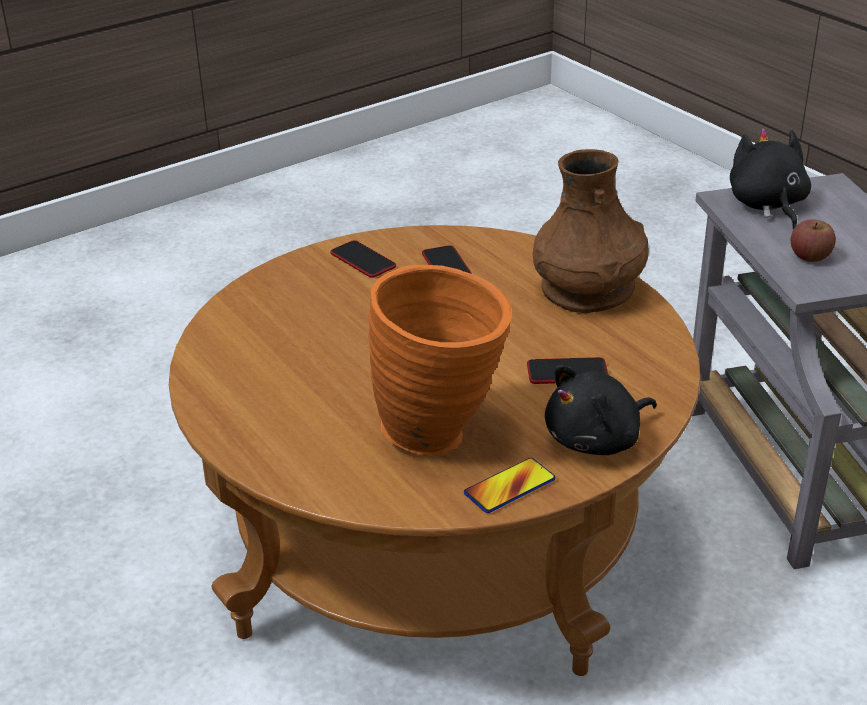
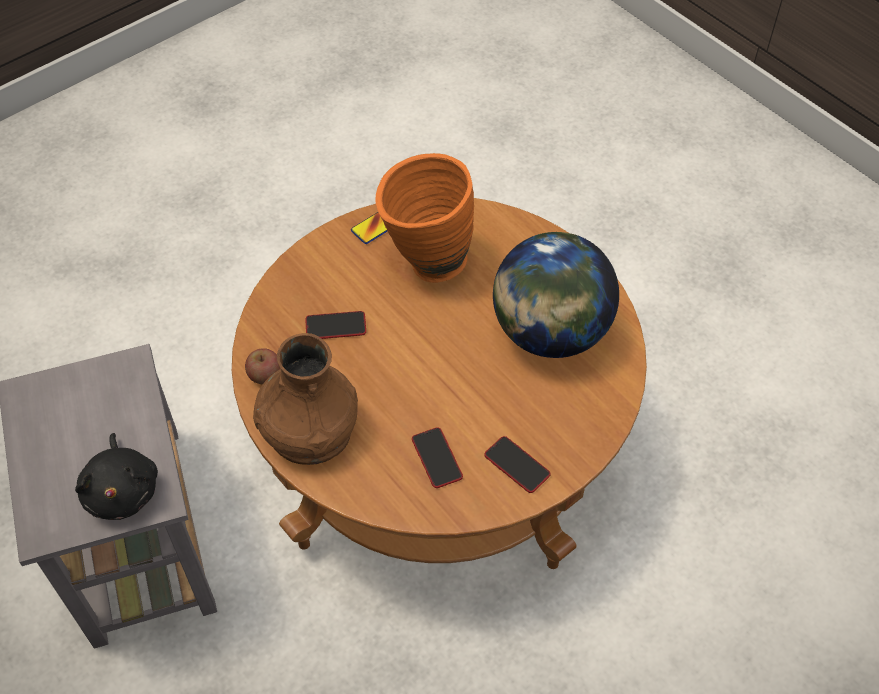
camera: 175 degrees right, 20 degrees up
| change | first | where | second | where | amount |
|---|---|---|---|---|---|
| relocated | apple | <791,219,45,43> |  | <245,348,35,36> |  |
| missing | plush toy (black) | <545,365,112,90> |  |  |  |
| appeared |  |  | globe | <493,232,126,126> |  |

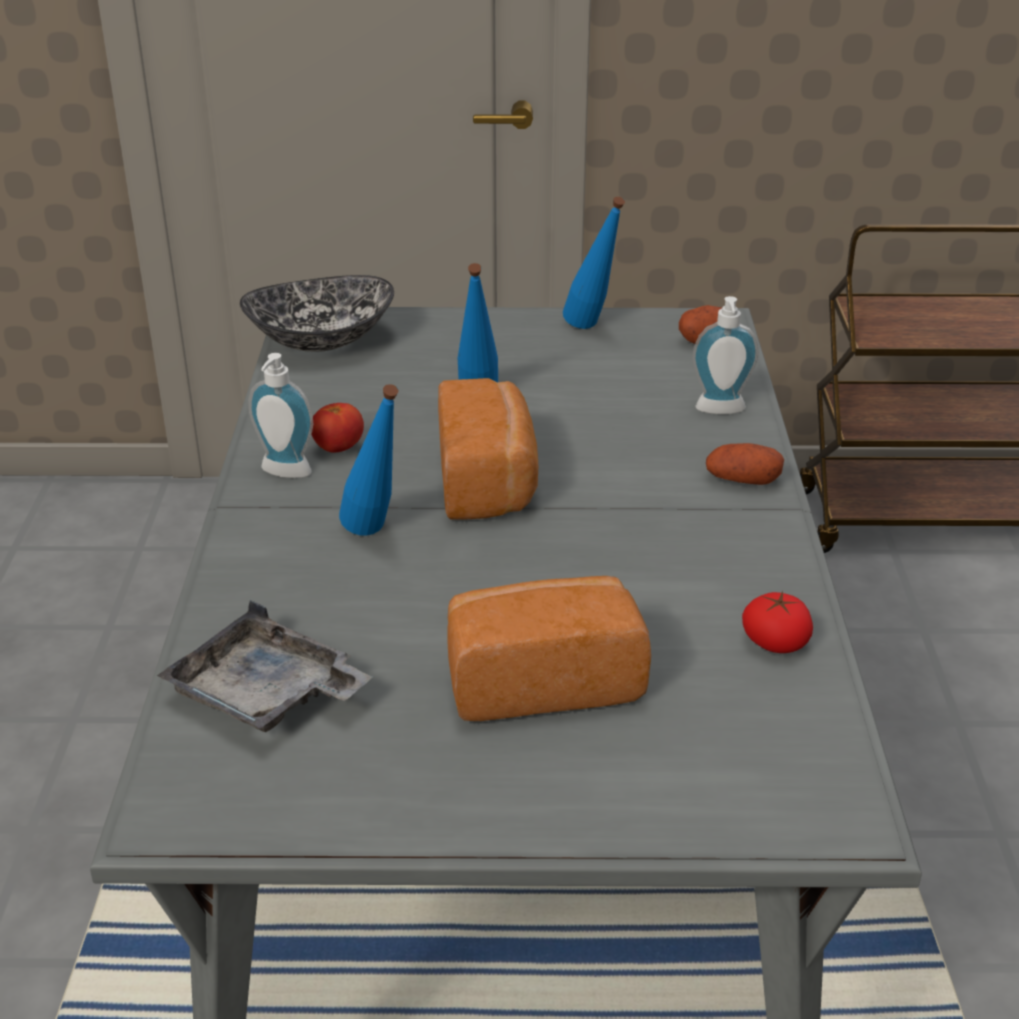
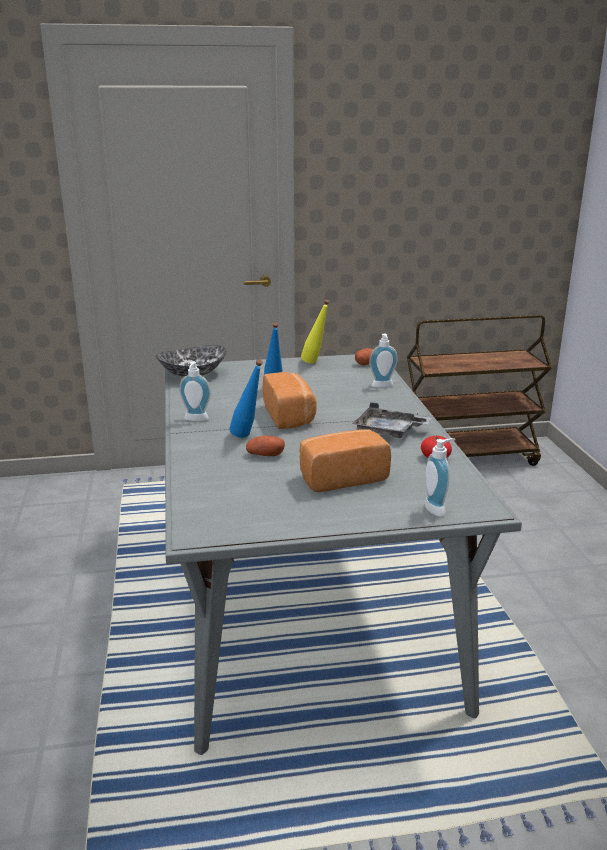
camera: 10 degrees left, 10 degrees down
| change | first | where | second | where | amount |
|---|---|---|---|---|---|
| colour | bottle (blue) | <563,197,62,132> | bottle (yellow) | <301,300,29,64> |  |
| missing | tomato | <311,403,53,50> |  |  |  |
| relocated | potato | <706,443,78,42> |  | <246,435,39,21> |  |
| relocated | tray (grey) | <157,600,215,132> |  | <352,402,80,36> |  |
| appeared |  |  | soap dispenser | <425,438,30,79> |  |

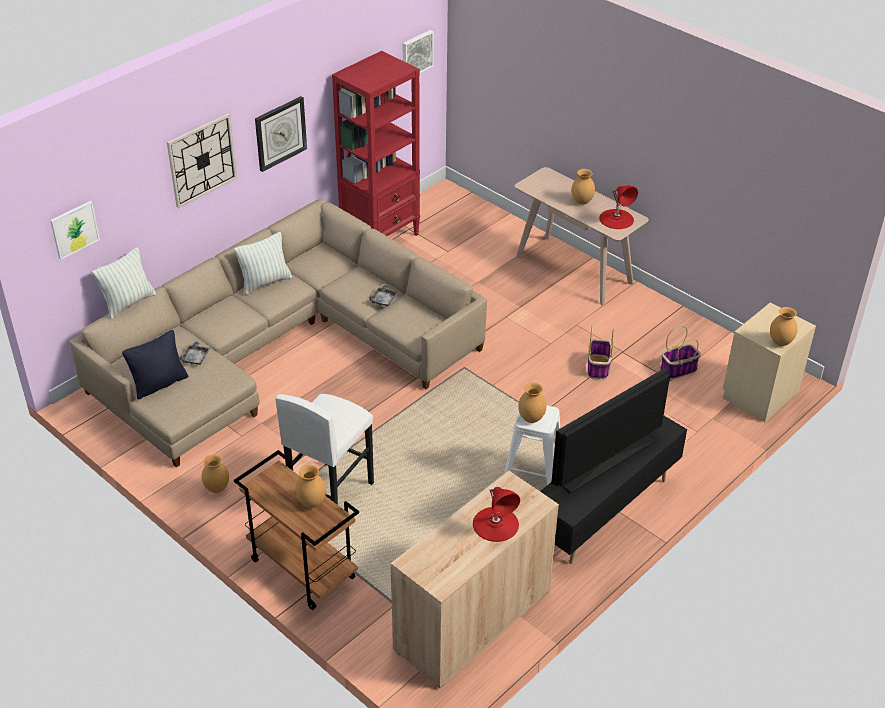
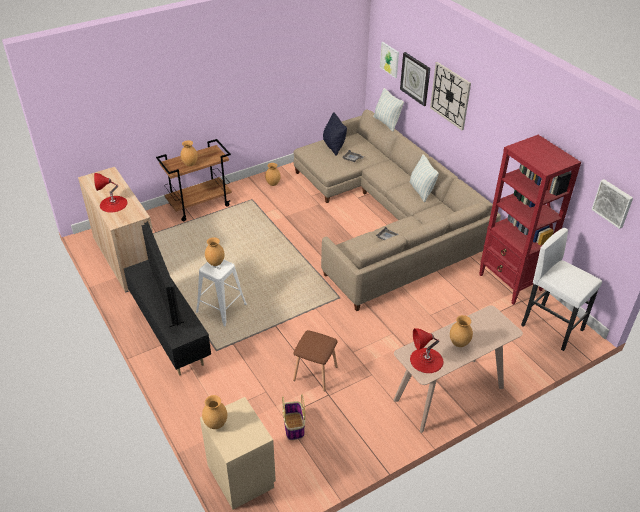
camera: 105 degrees right, 0 degrees up
| change | first | where | second | where | amount |
|---|---|---|---|---|---|
| relocated | wall clock | <255,96,52,76> |  | <400,52,30,54> |  |
| exchanged | basket | <588,326,26,53> | stool (brown) | <293,330,45,61> |  |
| relocated | stool (white) | <275,394,99,111> |  | <521,228,81,123> |  |

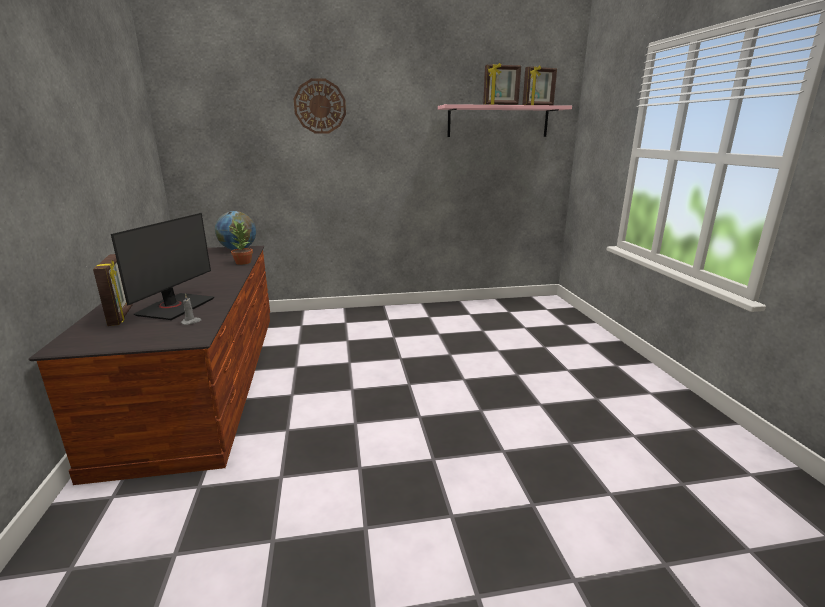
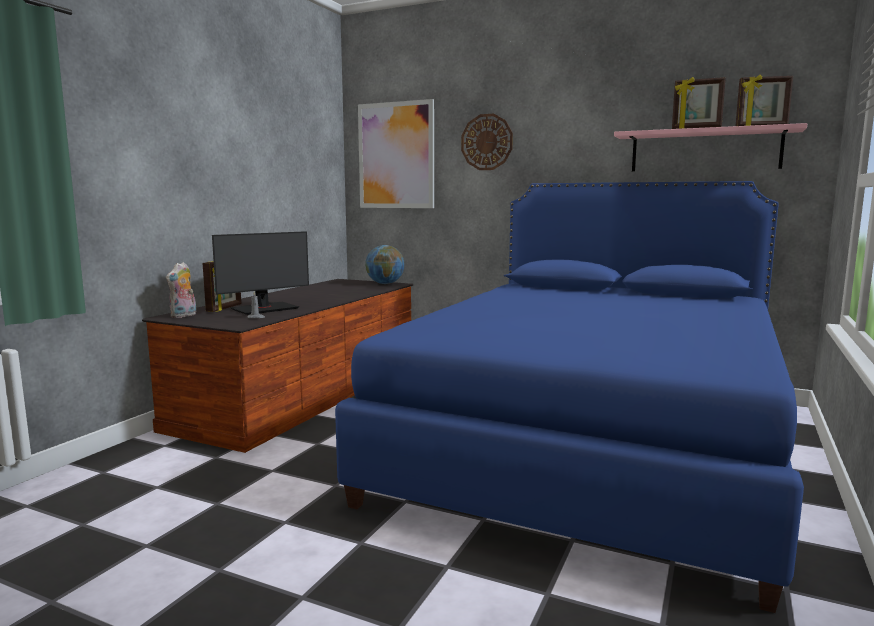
camera: 35 degrees right, 10 degrees down
| change | first | where | second | where | amount |
|---|---|---|---|---|---|
| missing | potted plant | <229,220,24,45> |  |  |  |
| appeared |  |  | picture | <358,99,76,109> |  |
| appeared |  |  | bed (blue) | <335,181,469,432> |  |
| appeared |  |  | plush toy | <166,262,30,56> |  |

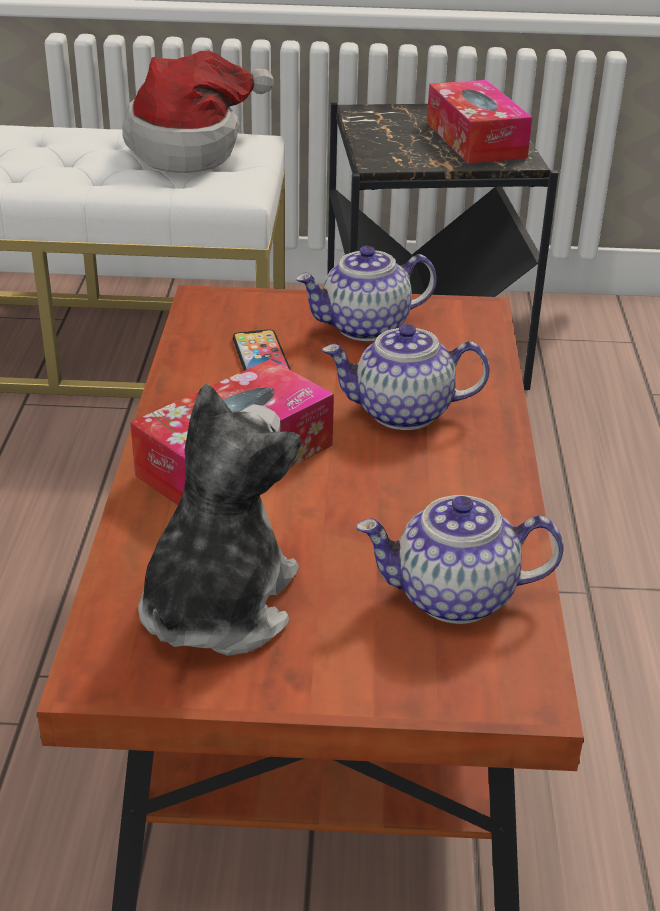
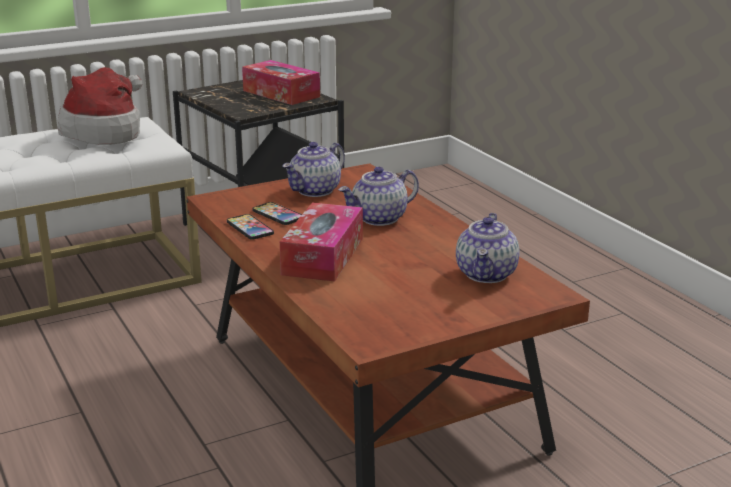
camera: 30 degrees left, 10 degrees down
| change | first | where | second | where | amount |
|---|---|---|---|---|---|
| missing | plush toy | <138,384,163,272> |  |  |  |
| spun | teapot | <356,495,208,129> |  | <456,213,63,70> | 45 degrees counterclockwise |
| appeared |  |  | phone | <227,214,47,26> |  |

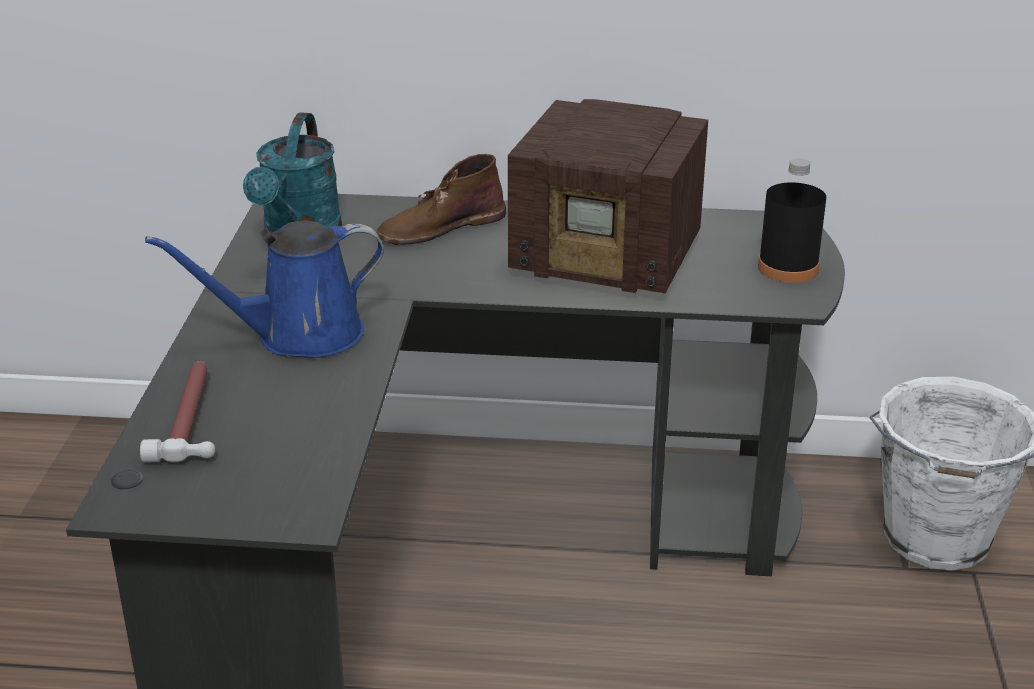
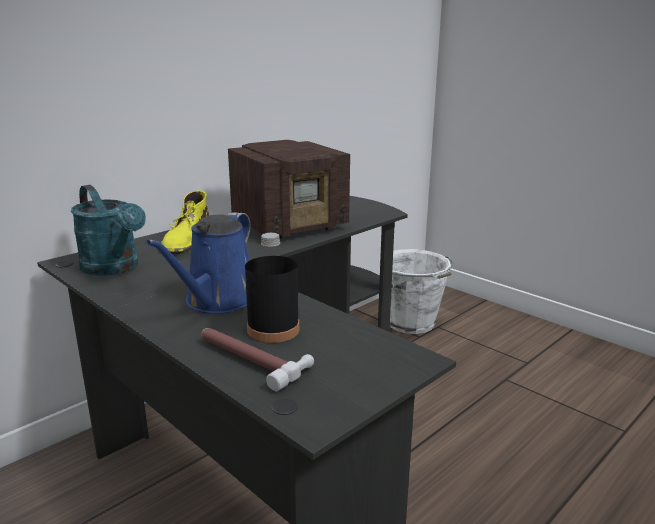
camera: 50 degrees left, 10 degrees down
| change | first | where | second | where | amount |
|---|---|---|---|---|---|
| colour | boot (brown) | <376,154,130,91> | boot (yellow) | <161,191,48,63> |  |
| relocated | bottle (black) | <758,158,68,125> |  | <245,233,54,110> |  |

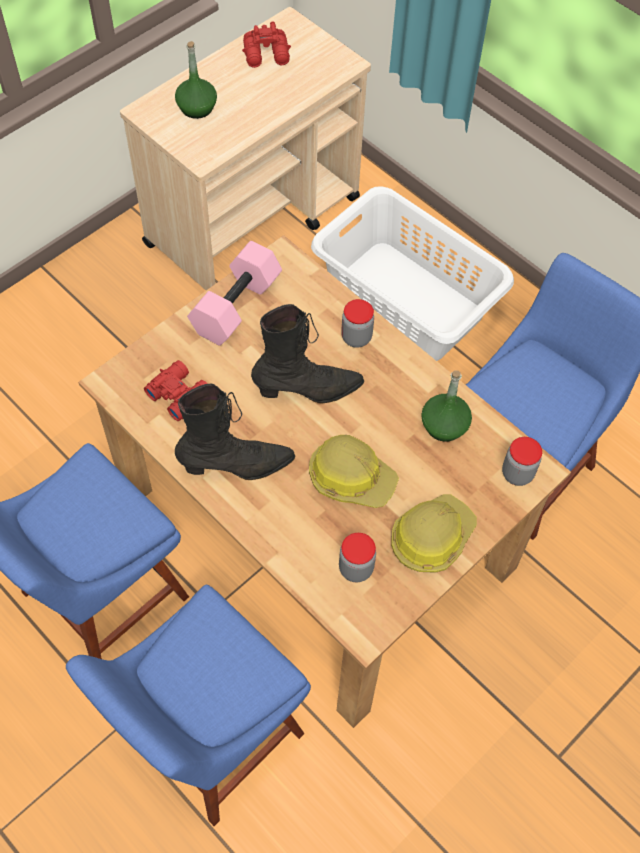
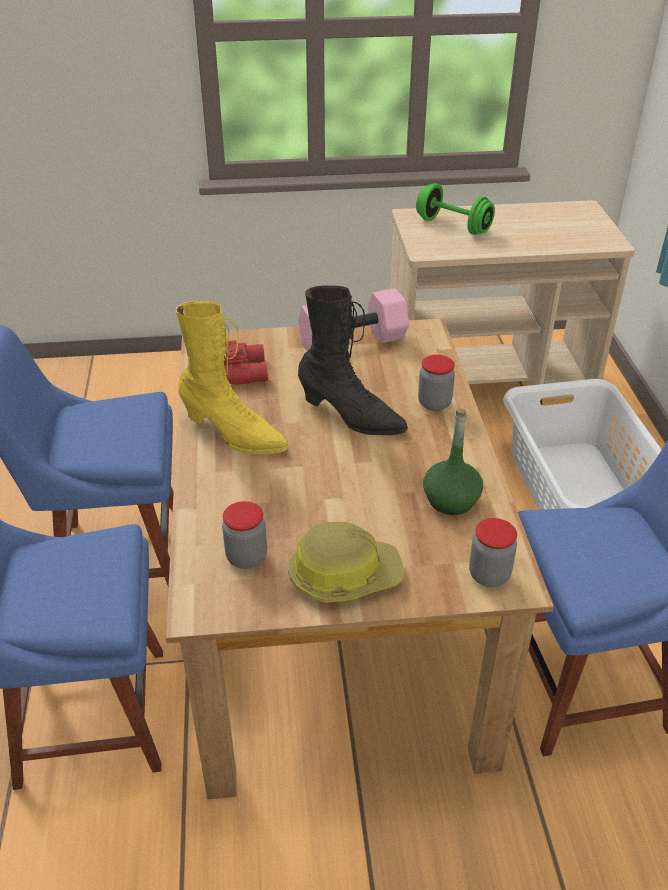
camera: 40 degrees right, 20 degrees down
| change | first | where | second | where | amount |
|---|---|---|---|---|---|
| missing | binoculars (red) | <242,21,49,47> |  |  |  |
| exchanged | bottle (green) | <175,41,42,78> | dumbbell (green) | <416,183,79,52> |  |
| colour | boot (black) | <175,384,120,96> | boot (yellow) | <176,301,112,153> |  |
| missing | hard hat | <309,435,90,73> |  |  |  |

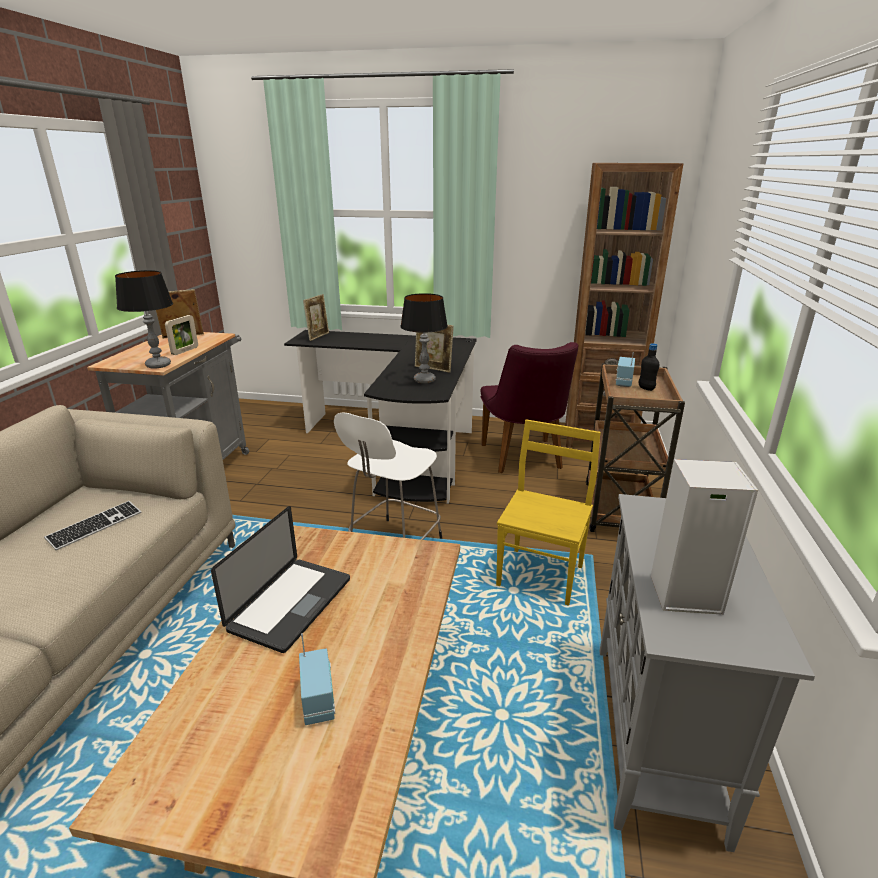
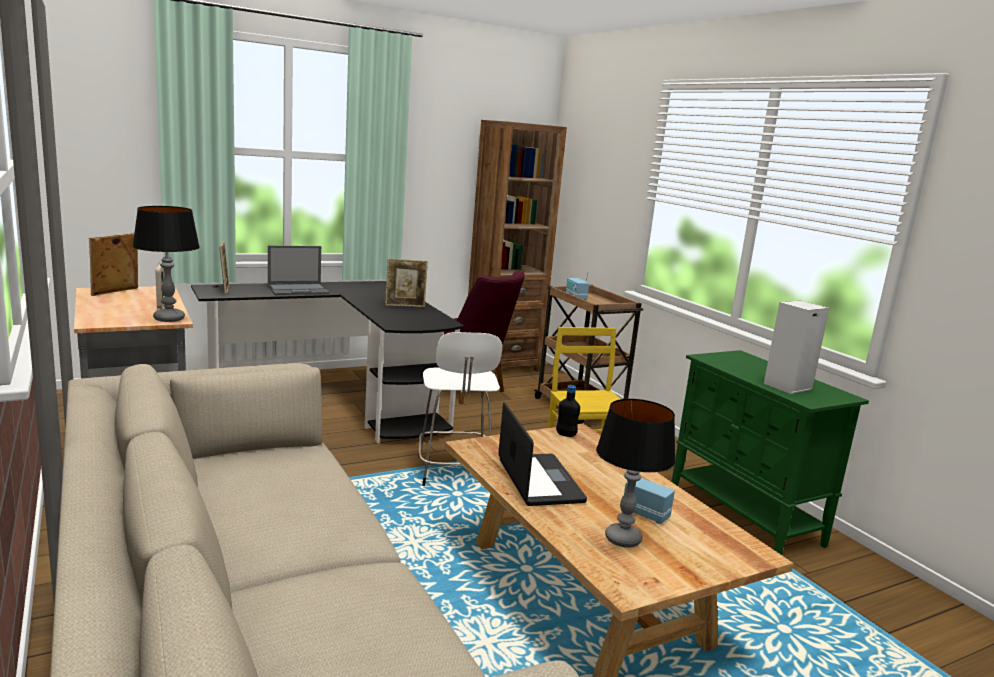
camera: 40 degrees left, 10 degrees down
| change | first | where | second | where | amount |
|---|---|---|---|---|---|
| relocated | table lamp | <400,293,48,91> |  | <596,399,80,149> |  |
| relocated | bottle (black) | <639,343,20,48> |  | <556,385,24,52> |  |
| colour | cabinet (grey) | <600,494,215,358> | cabinet (green) | <672,350,197,205> |  |
| missing | keyboard | <44,501,97,49> |  |  |  |
| appeared |  |  | laptop | <268,246,62,49> |  |

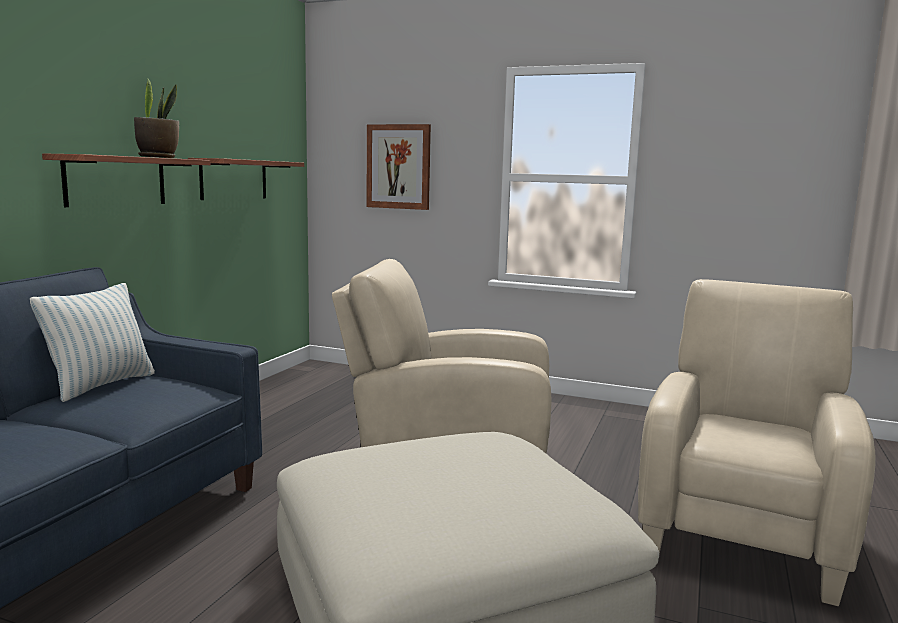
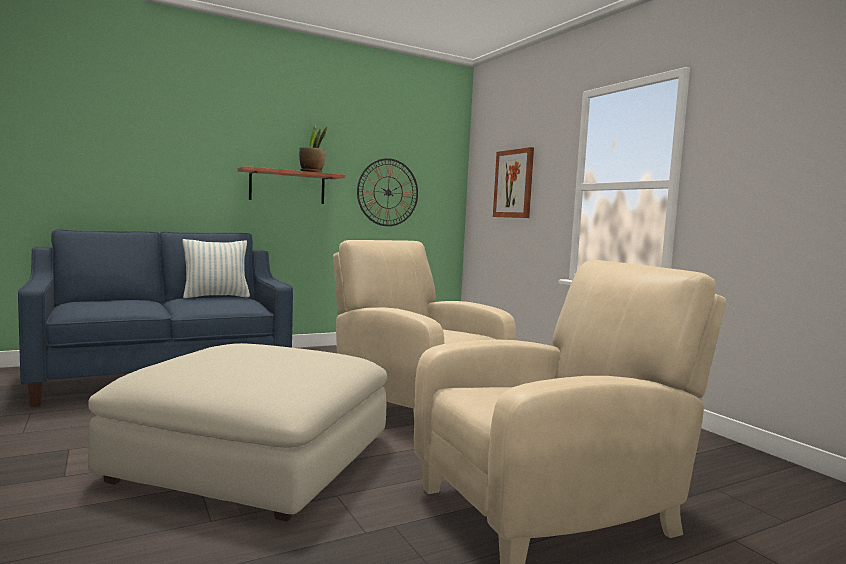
camera: 40 degrees right, 5 degrees down
| change | first | where | second | where | amount |
|---|---|---|---|---|---|
| exchanged | shelf | <188,158,116,42> | wall clock | <357,158,61,68> |  |

